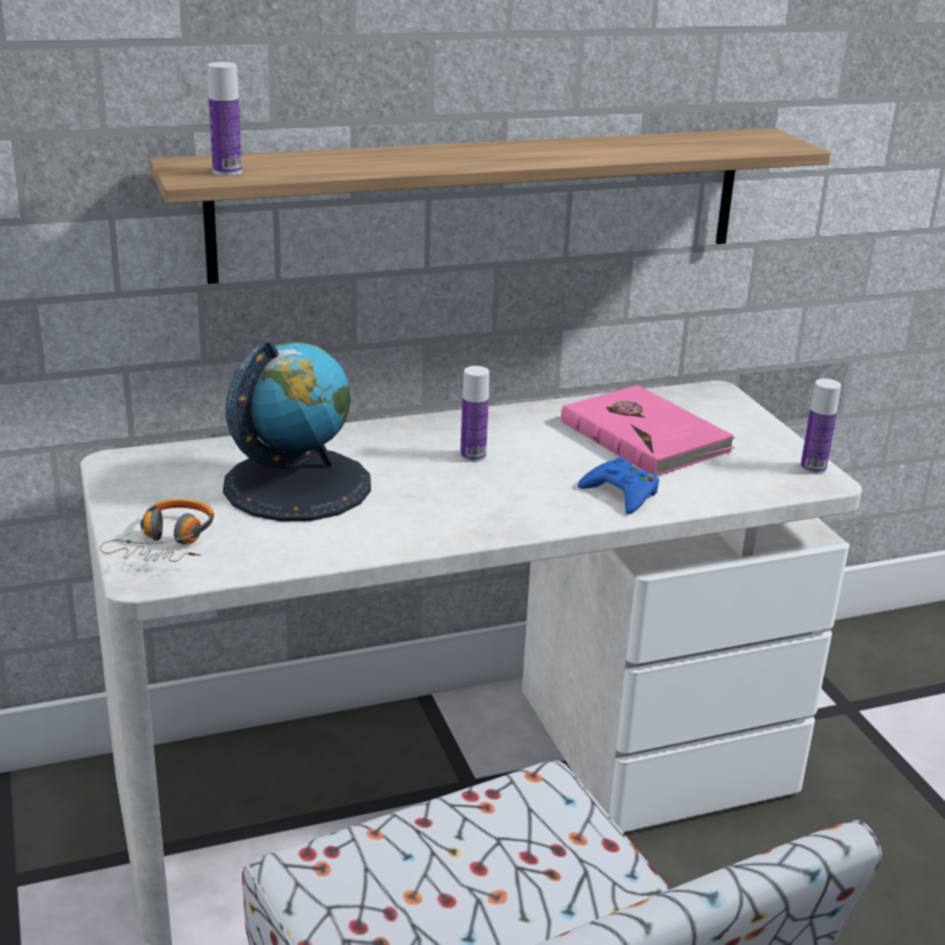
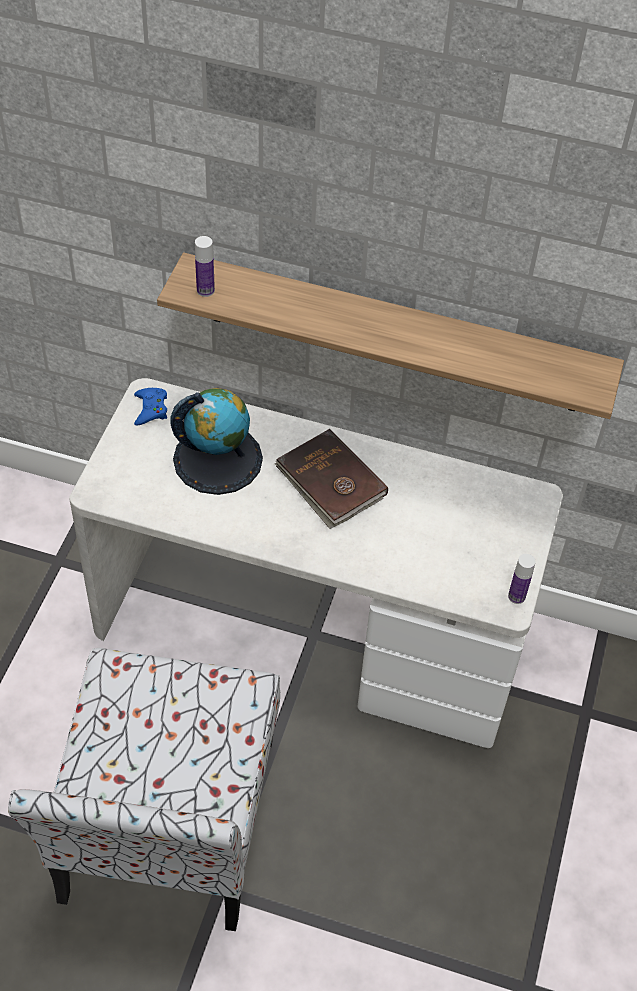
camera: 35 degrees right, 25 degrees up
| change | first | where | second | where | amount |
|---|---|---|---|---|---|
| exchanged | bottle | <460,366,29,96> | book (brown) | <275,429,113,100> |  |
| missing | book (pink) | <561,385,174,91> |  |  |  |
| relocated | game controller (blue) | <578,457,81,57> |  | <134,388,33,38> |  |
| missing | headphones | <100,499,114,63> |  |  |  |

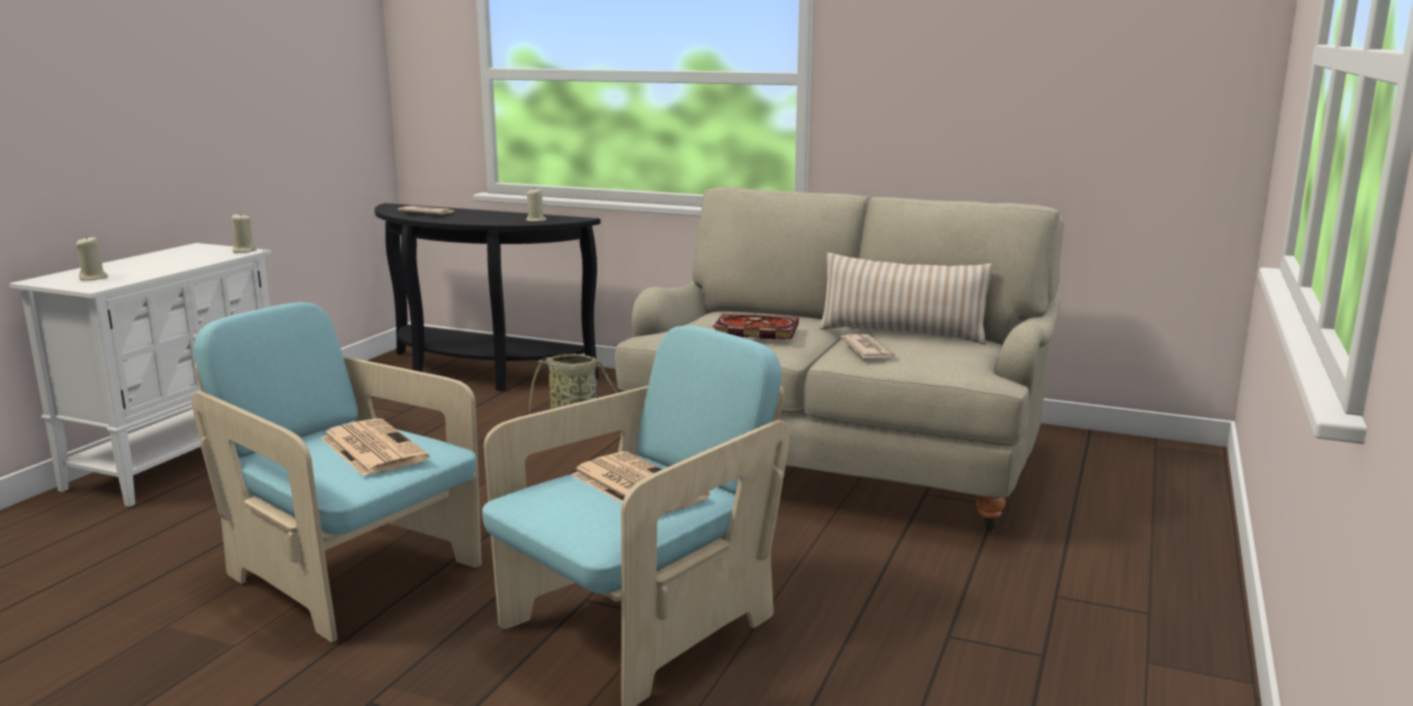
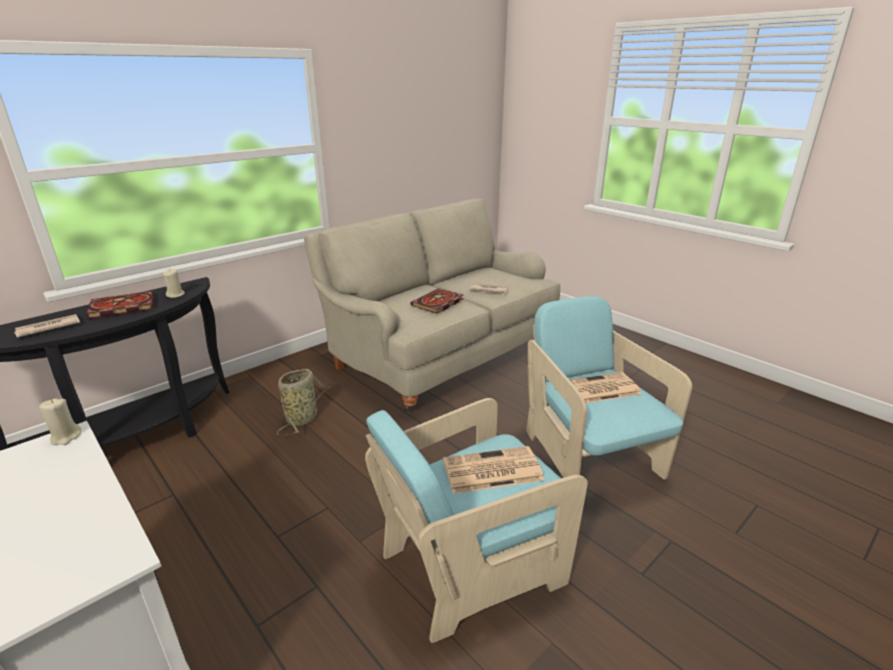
camera: 65 degrees left, 10 degrees up
| change | first | where | second | where | amount |
|---|---|---|---|---|---|
| missing | candle (beige) | <76,236,32,44> |  |  |  |
| missing | pillow (beige) | <819,253,174,92> |  |  |  |
| appeared |  |  | book | <86,291,68,28> |  |

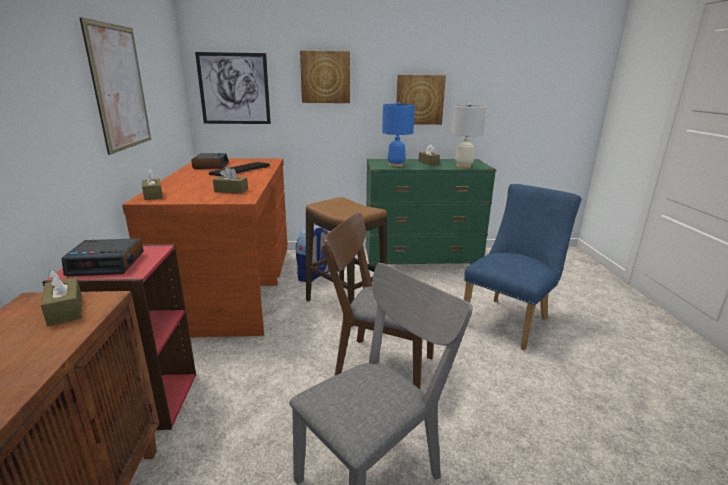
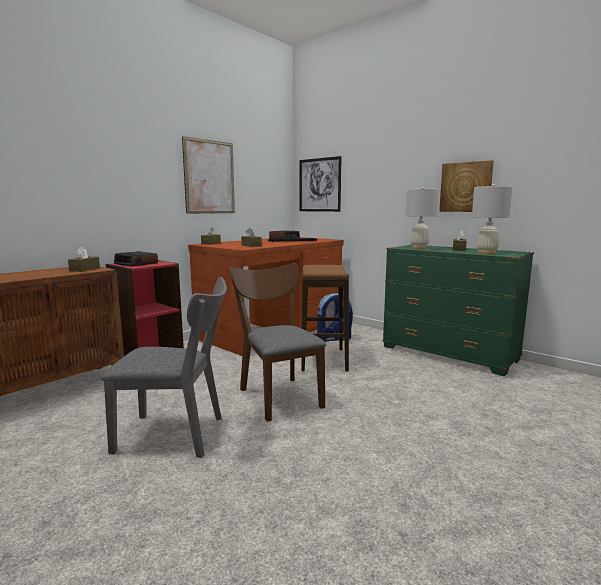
camera: 45 degrees right, 10 degrees down
| change | first | where | second | where | amount |
|---|---|---|---|---|---|
| missing | picture | <300,51,50,52> |  |  |  |
| colour | table lamp (blue) | <382,102,33,65> | table lamp (white) | <406,187,33,62> |  |
| missing | chair (blue) | <464,184,118,166> |  |  |  |

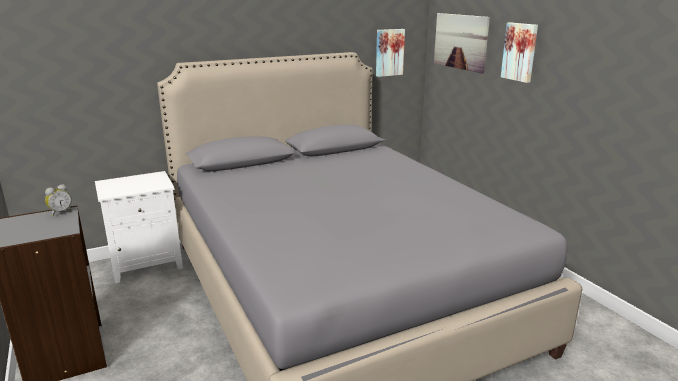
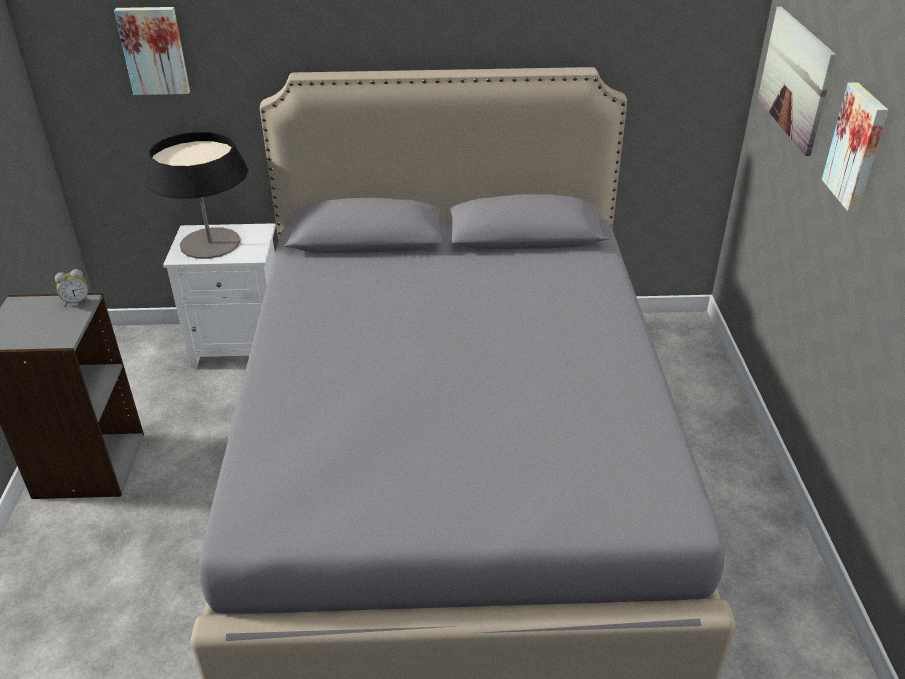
camera: 25 degrees right, 15 degrees up
| change | first | where | second | where | amount |
|---|---|---|---|---|---|
| relocated | picture | <376,29,29,48> |  | <114,7,76,88> |  |
| appeared |  |  | table lamp | <144,132,104,127> |  |

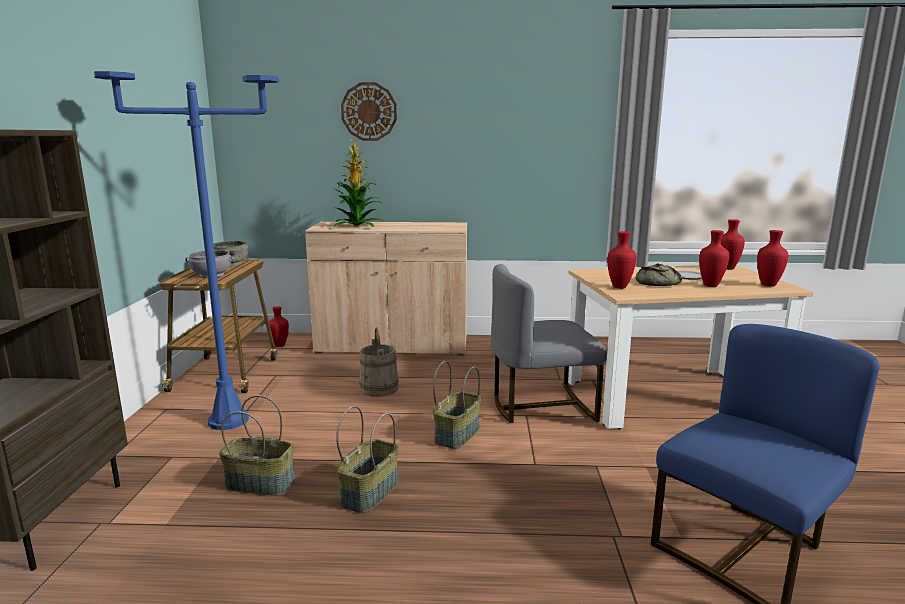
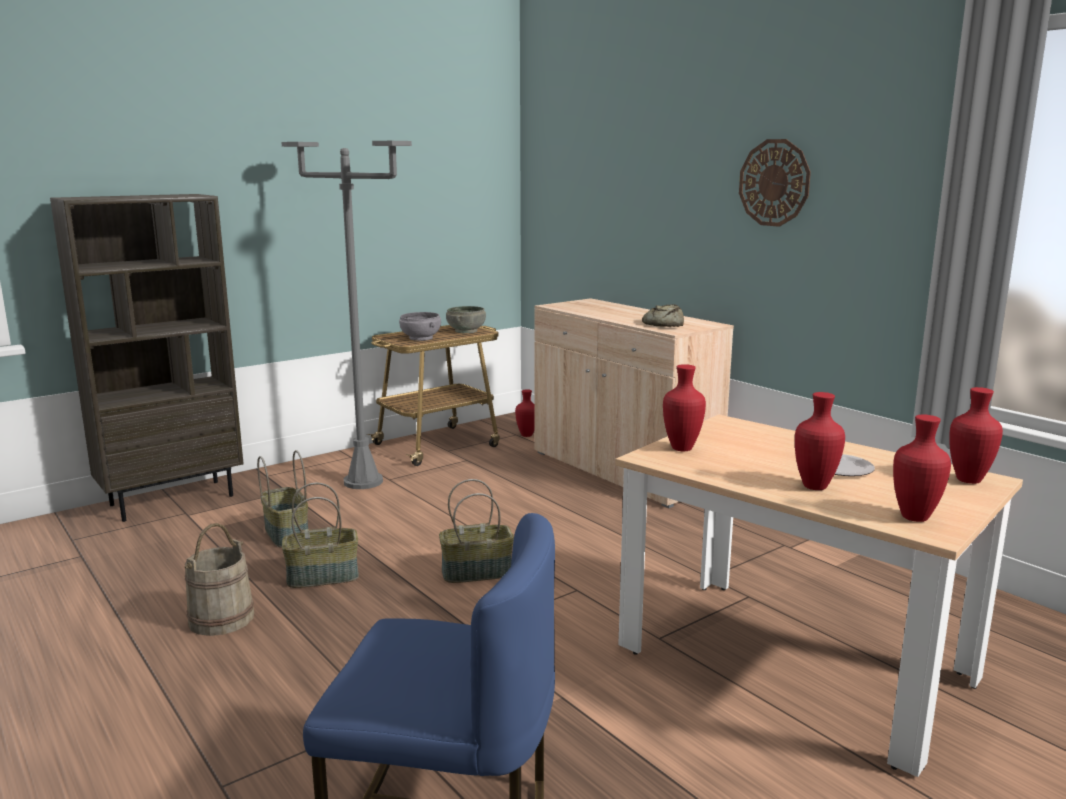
camera: 50 degrees right, 0 degrees up
| change | first | where | second | where | amount |
|---|---|---|---|---|---|
| colour | floor lamp (blue) | <94,71,185,359> | floor lamp (grey) | <282,141,130,348> |  |
| relocated | wall clock | <341,82,56,59> |  | <739,139,72,88> |  |
| missing | potted plant | <333,140,51,87> |  |  |  |
| relocated | bread | <636,263,46,23> |  | <642,304,42,23> |  |
| missing | chair (grey) | <491,264,116,159> |  |  |  |
| relocated | bucket (beige) | <359,328,40,69> |  | <184,523,70,113> |  |

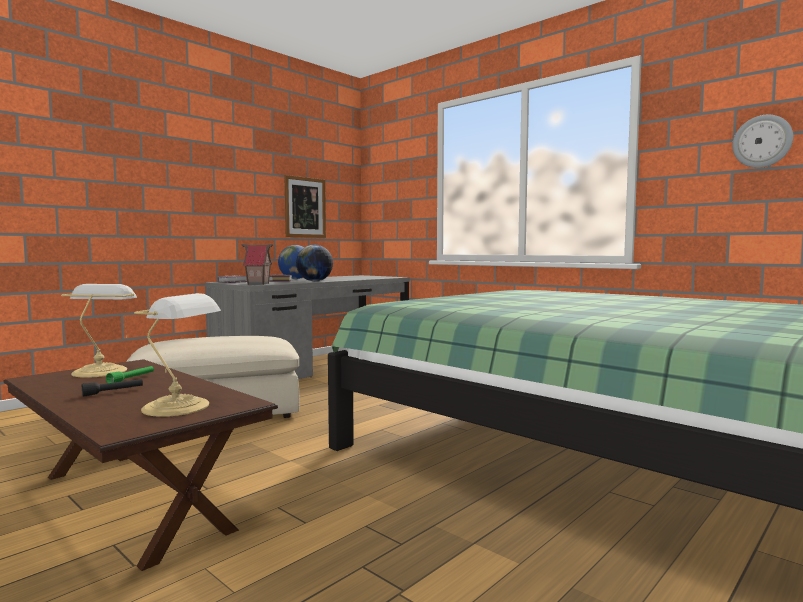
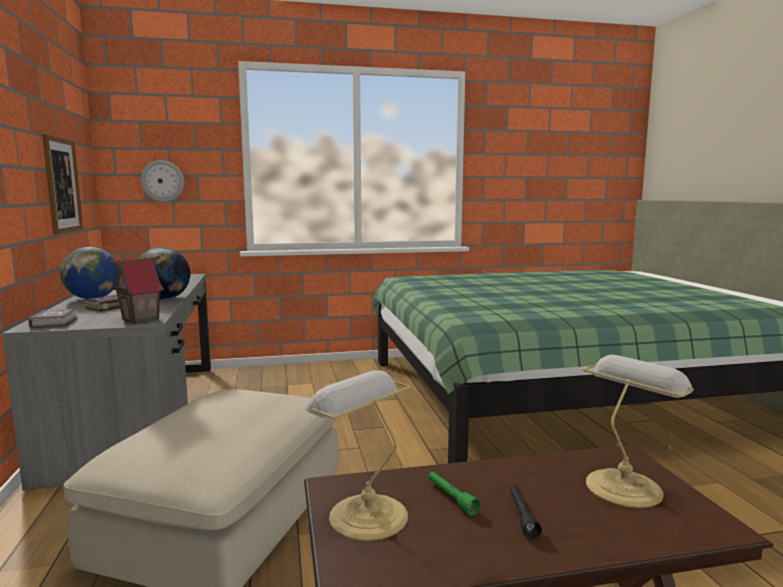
camera: 55 degrees left, 5 degrees up
| change | first | where | second | where | amount |
|---|---|---|---|---|---|
| relocated | wall clock | <732,115,61,53> |  | <141,160,43,42> |  |

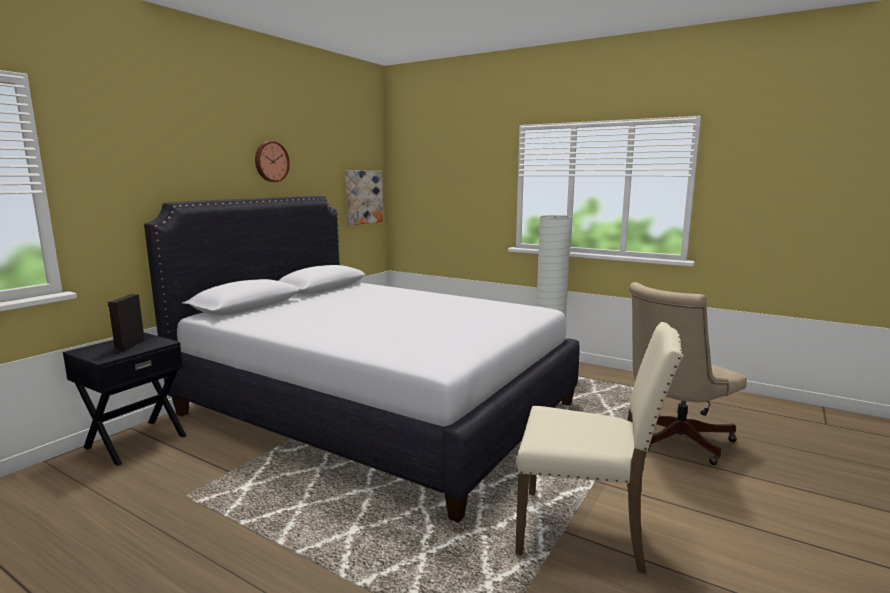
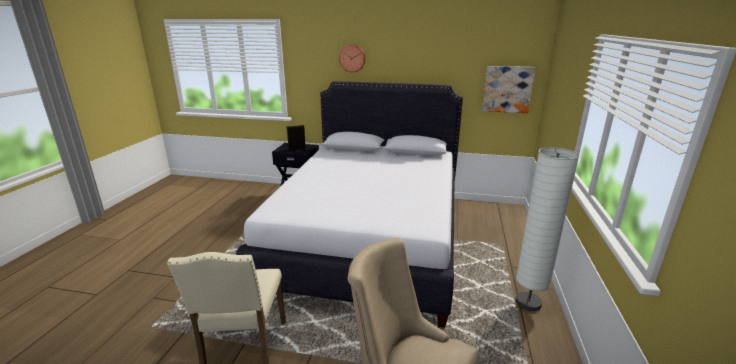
camera: 70 degrees right, 10 degrees up
| change | first | where | second | where | amount |
|---|---|---|---|---|---|
| relocated | wall clock | <255,141,35,41> |  | <339,44,26,28> |  |

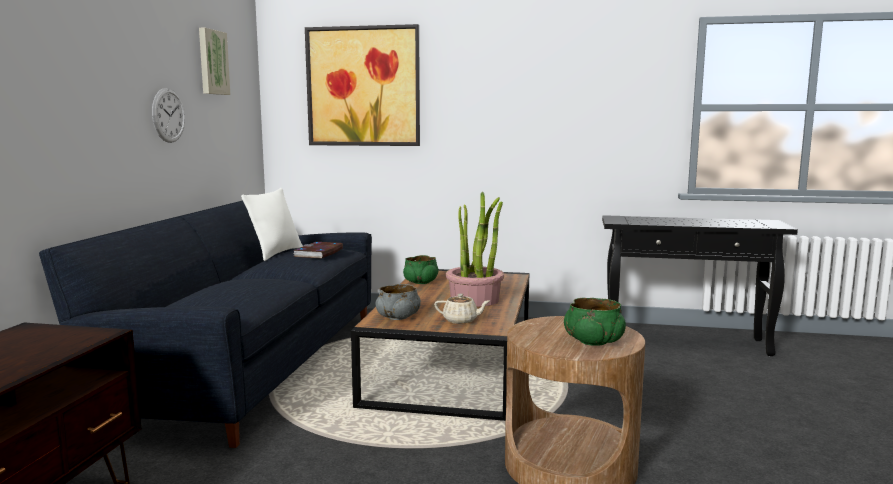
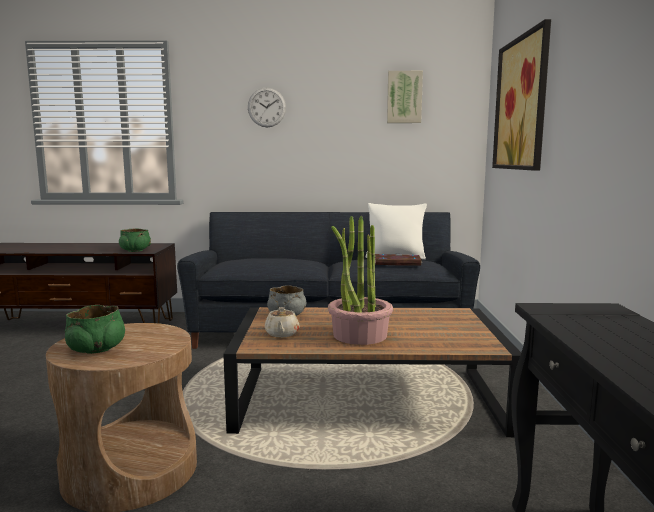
camera: 80 degrees right, 0 degrees up
| change | first | where | second | where | amount |
|---|---|---|---|---|---|
| relocated | wall clock | <152,88,33,55> |  | <248,87,38,40> |  |
| relocated | bowl (green) | <403,255,36,29> |  | <119,229,32,23> |  |

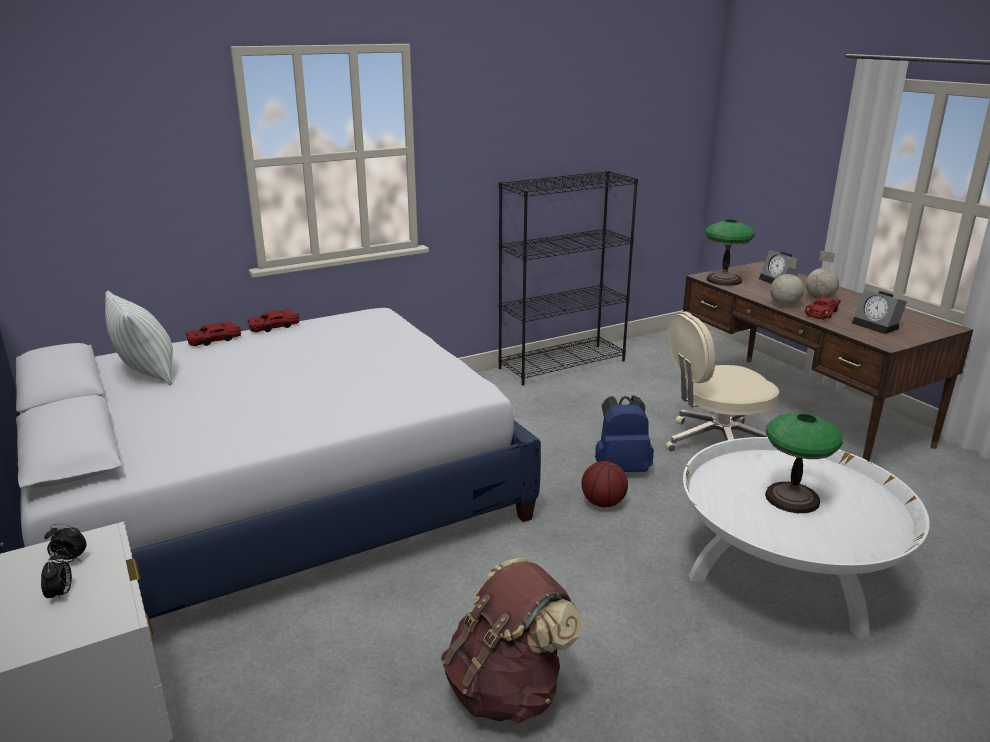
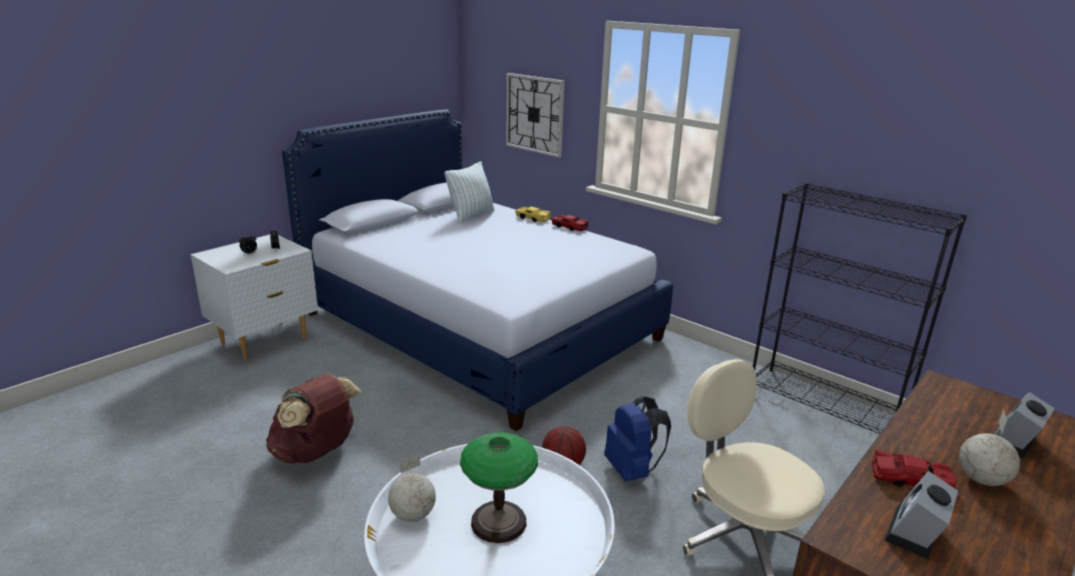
camera: 70 degrees right, 0 degrees up
| change | first | where | second | where | amount |
|---|---|---|---|---|---|
| missing | table lamp | <705,220,50,66> |  |  |  |
| relocated | globe | <770,256,34,50> |  | <388,453,48,69> |  |
| colour | toy car (red) | <186,321,56,25> | toy car (yellow) | <515,207,36,15> |  |
| appeared |  |  | wall clock | <506,73,59,85> |  |

